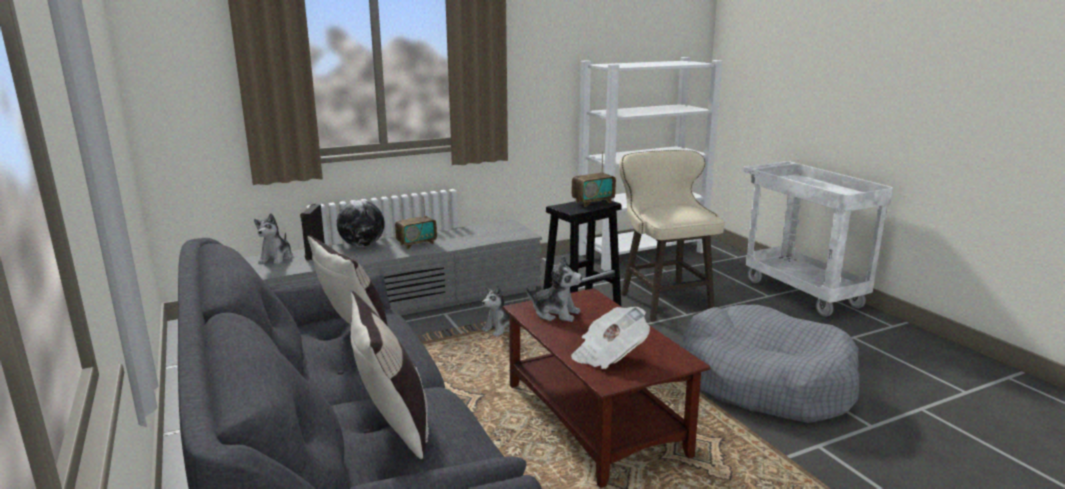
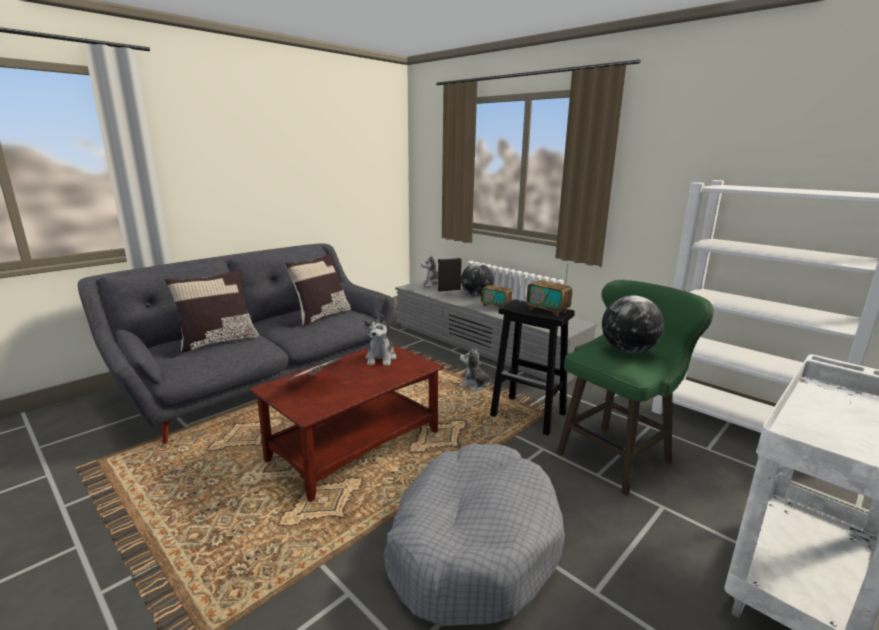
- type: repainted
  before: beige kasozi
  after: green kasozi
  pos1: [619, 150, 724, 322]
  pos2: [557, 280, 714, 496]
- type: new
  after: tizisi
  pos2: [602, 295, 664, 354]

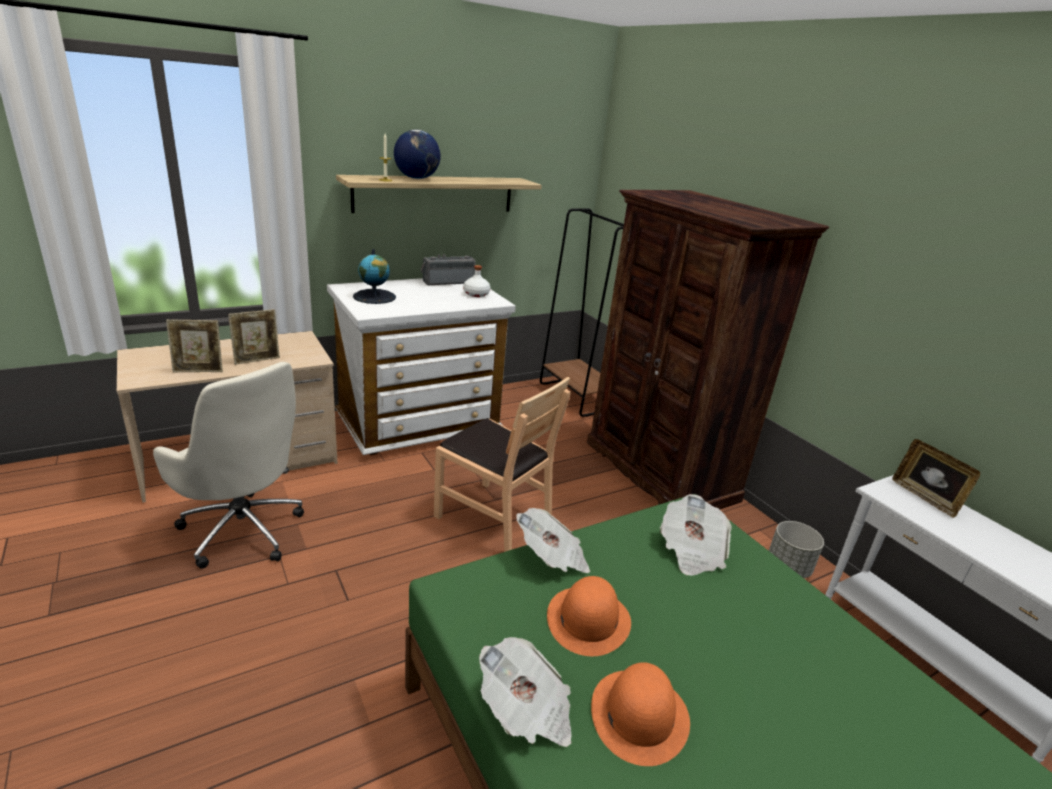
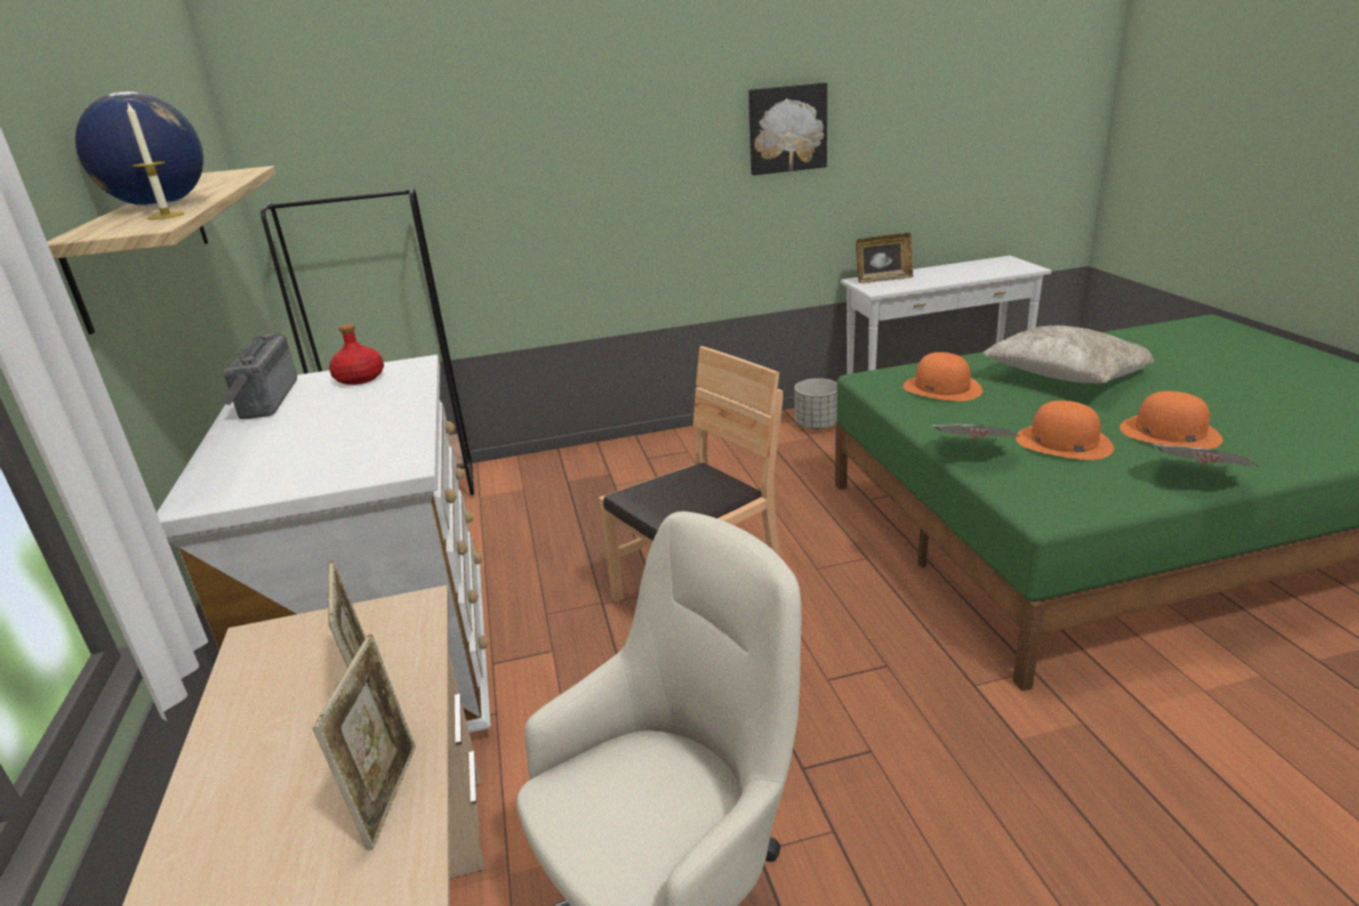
- type: gone
  before: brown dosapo
  pos1: [587, 190, 829, 510]
- type: gone
  before: tizisi
  pos1: [353, 249, 396, 304]
- type: repainted
  before: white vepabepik
  after: red vepabepik
  pos1: [463, 265, 491, 297]
  pos2: [329, 324, 384, 385]
- type: swapped
  before: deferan
  after: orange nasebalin
  pos1: [660, 494, 732, 575]
  pos2: [903, 352, 983, 401]
- type: new
  after: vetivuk
  pos2: [749, 83, 827, 175]
- type: new
  after: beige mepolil
  pos2: [983, 325, 1154, 383]

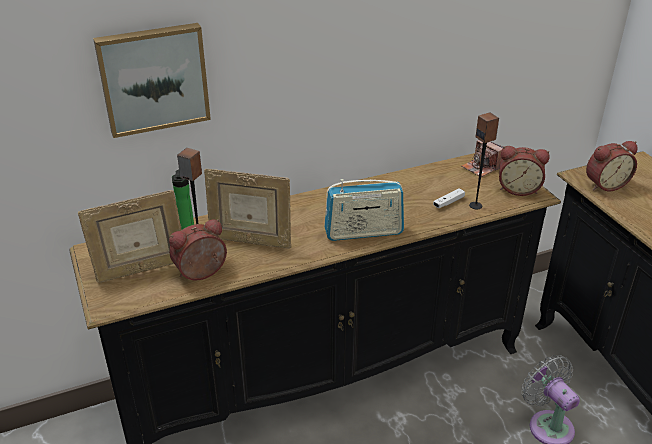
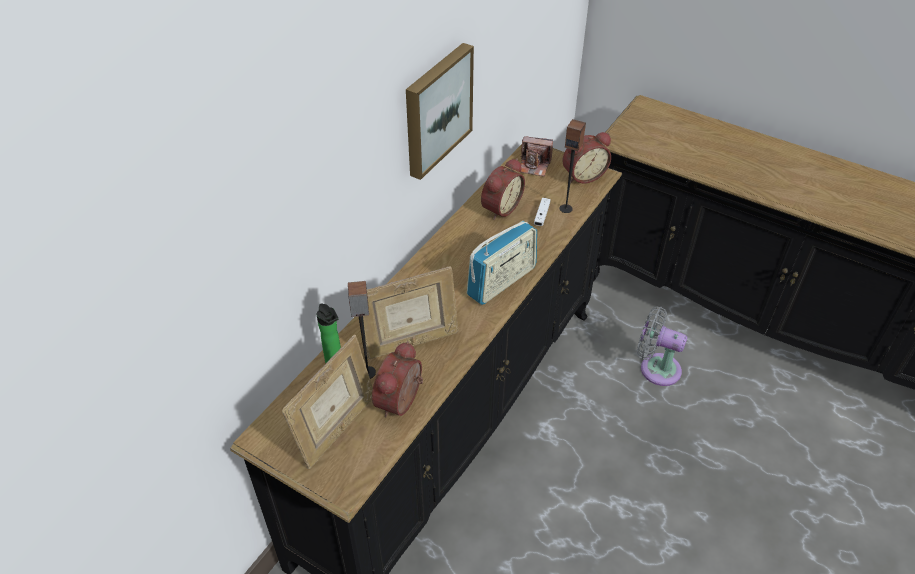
- type: shifted
  before: vetivuk
  pos1: [93, 23, 211, 138]
  pos2: [406, 43, 474, 180]
- type: shifted
  before: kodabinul
  pos1: [586, 141, 638, 191]
  pos2: [481, 158, 525, 220]

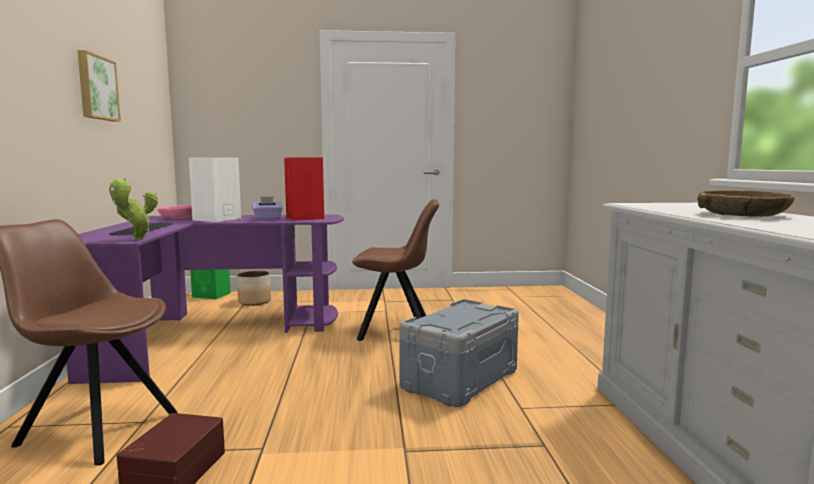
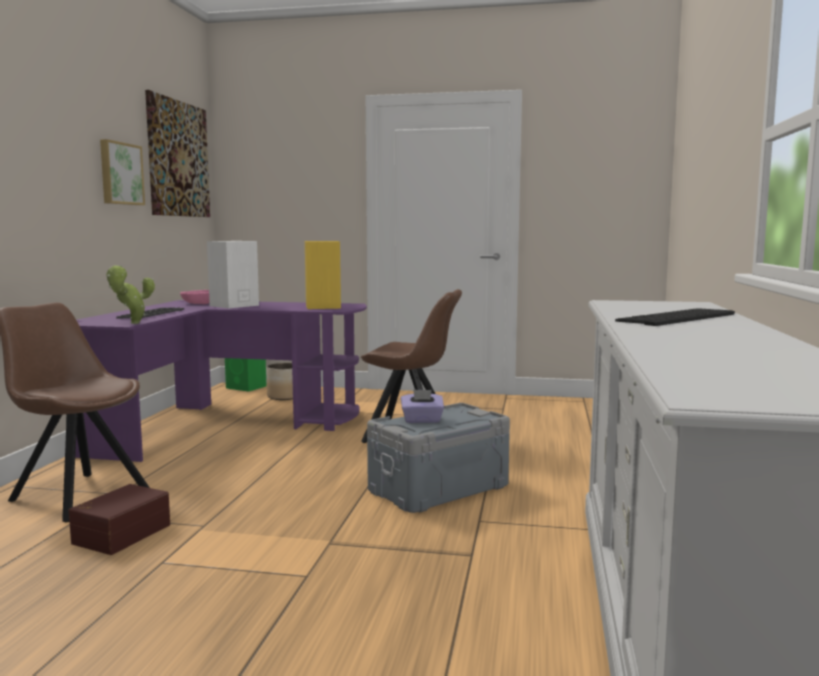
- type: repainted
  before: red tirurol
  after: yellow tirurol
  pos1: [284, 158, 324, 221]
  pos2: [305, 241, 341, 309]
- type: swapped
  before: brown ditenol
  after: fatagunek
  pos1: [698, 190, 795, 217]
  pos2: [615, 308, 735, 326]
- type: shifted
  before: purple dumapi
  pos1: [252, 196, 283, 220]
  pos2: [401, 389, 444, 423]
- type: new
  after: vetivuk
  pos2: [145, 90, 210, 217]

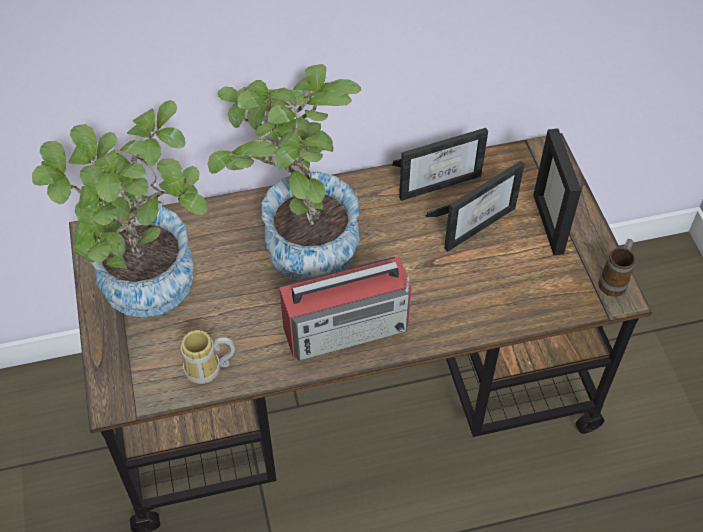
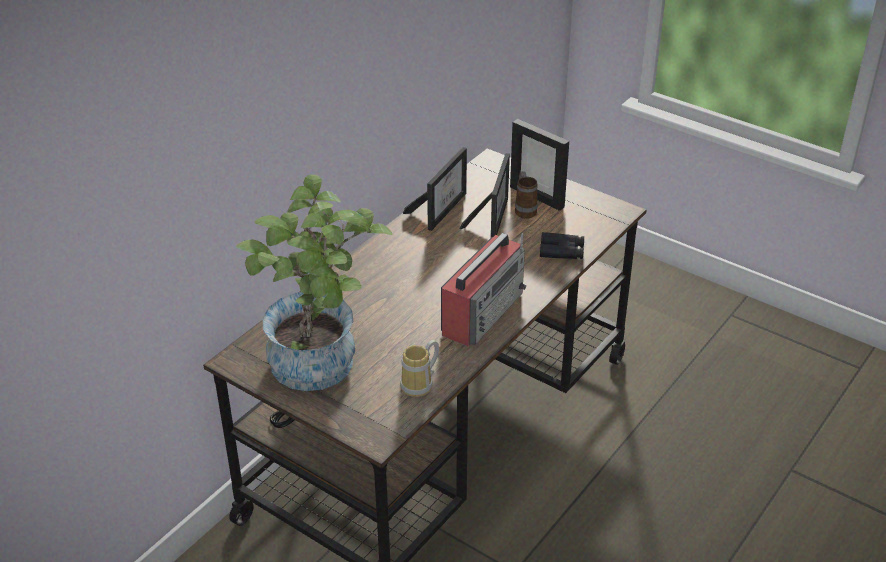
- type: gone
  before: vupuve
  pos1: [208, 64, 361, 281]
- type: shifted
  before: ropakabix
  pos1: [598, 239, 635, 297]
  pos2: [515, 171, 538, 219]
- type: new
  after: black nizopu
  pos2: [540, 232, 584, 259]

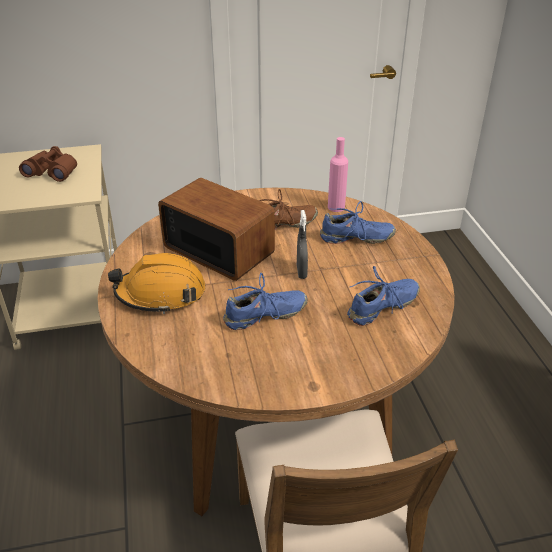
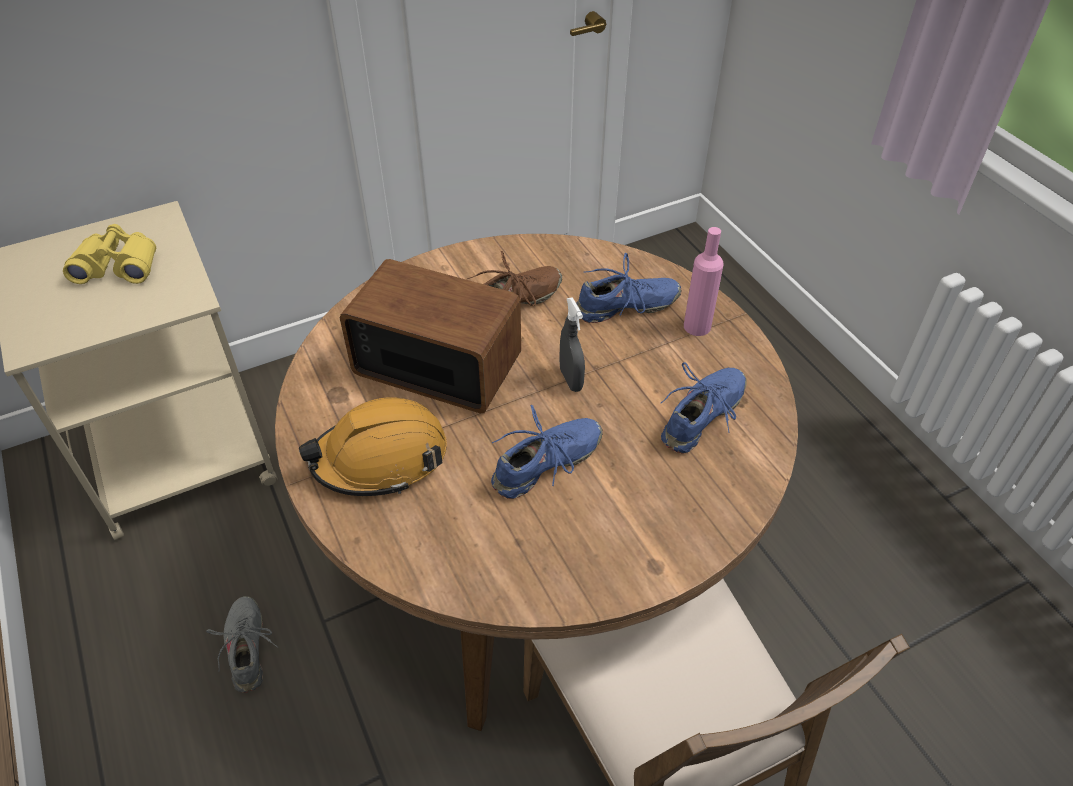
- type: shifted
  before: pink vepabepik
  pos1: [328, 137, 348, 212]
  pos2: [684, 227, 724, 336]
- type: repainted
  before: brown nizopu
  after: yellow nizopu
  pos1: [19, 146, 77, 182]
  pos2: [63, 224, 156, 284]
- type: new
  after: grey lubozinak
  pos2: [206, 596, 278, 693]

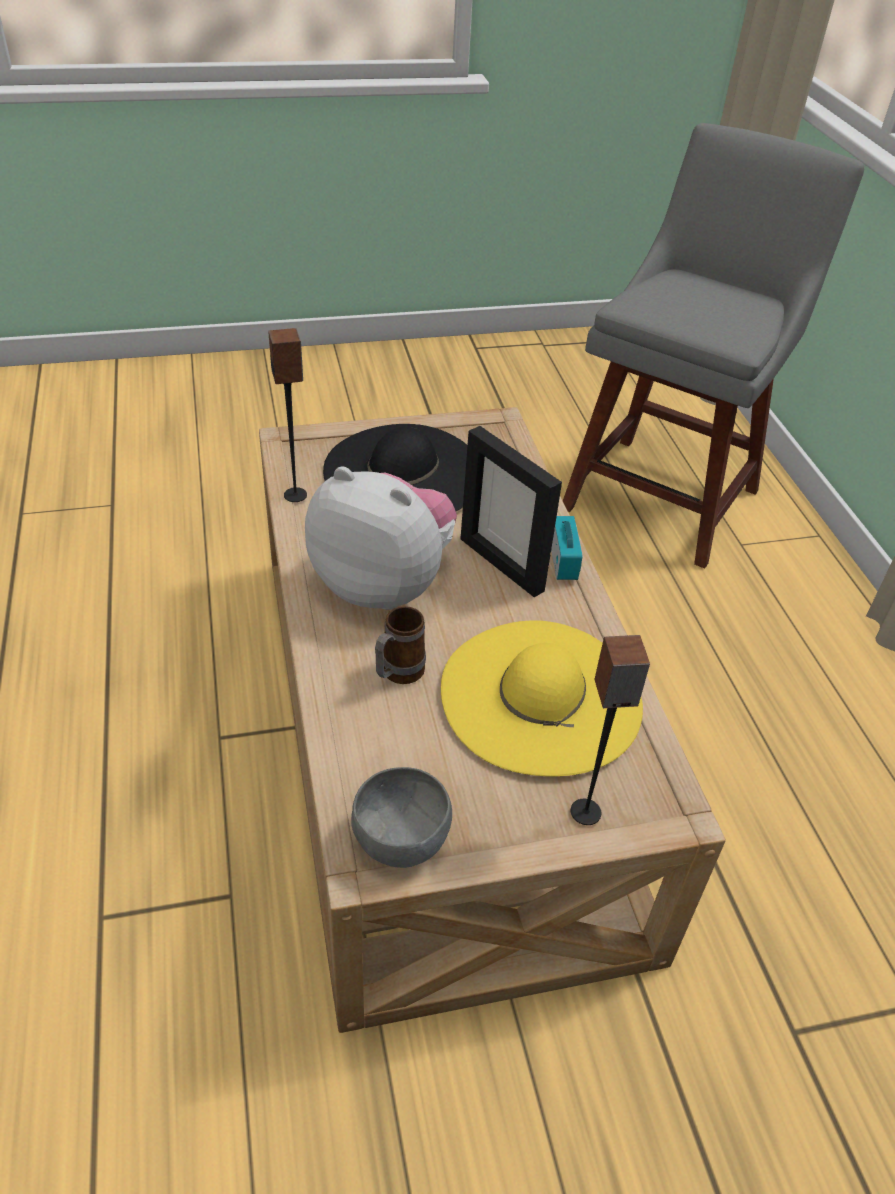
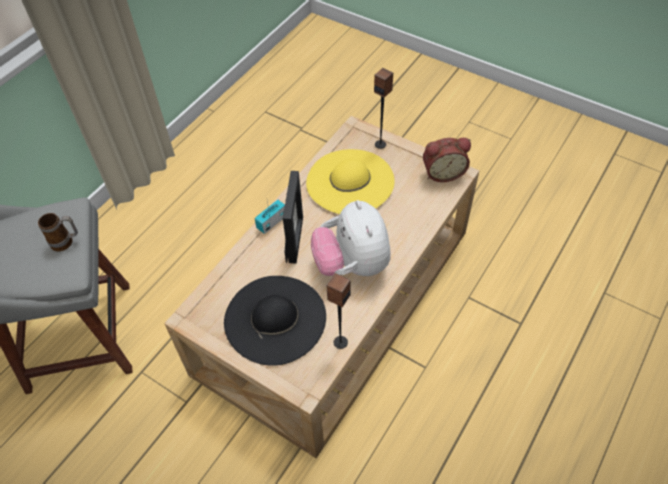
- type: shifted
  before: ropakabix
  pos1: [375, 606, 426, 684]
  pos2: [38, 213, 78, 251]
- type: swapped
  before: grey ditenol
  after: kodabinul
  pos1: [351, 767, 452, 868]
  pos2: [423, 138, 471, 182]

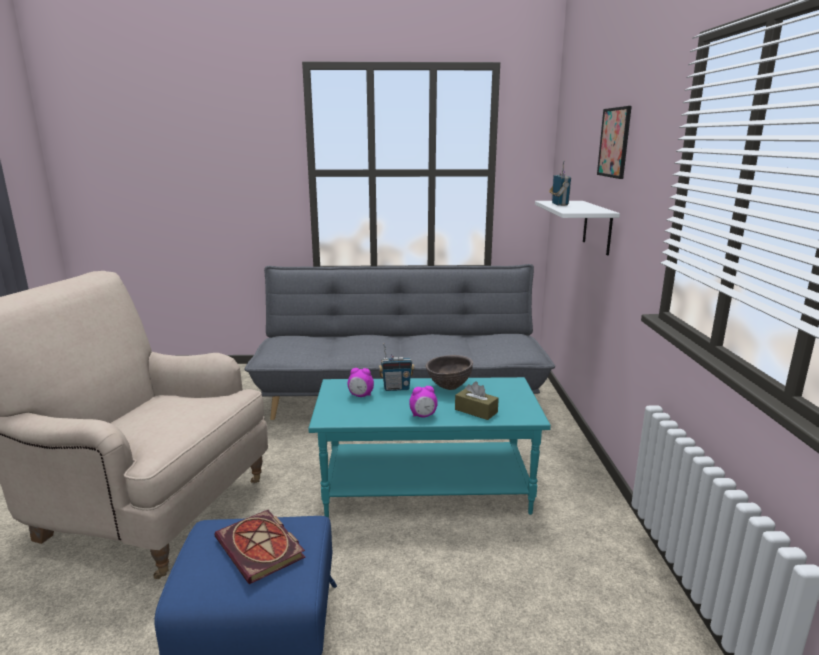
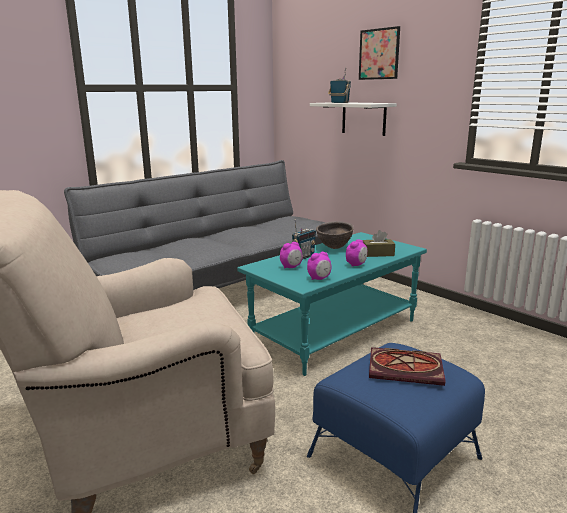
- type: new
  after: kodabinul
  pos2: [307, 252, 332, 280]

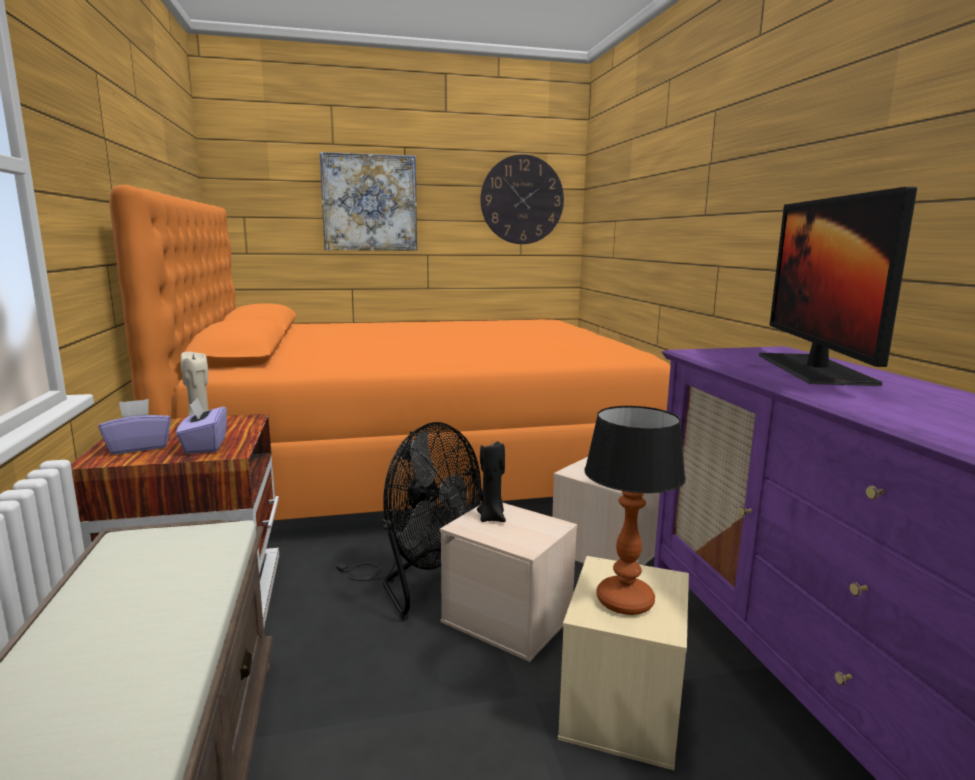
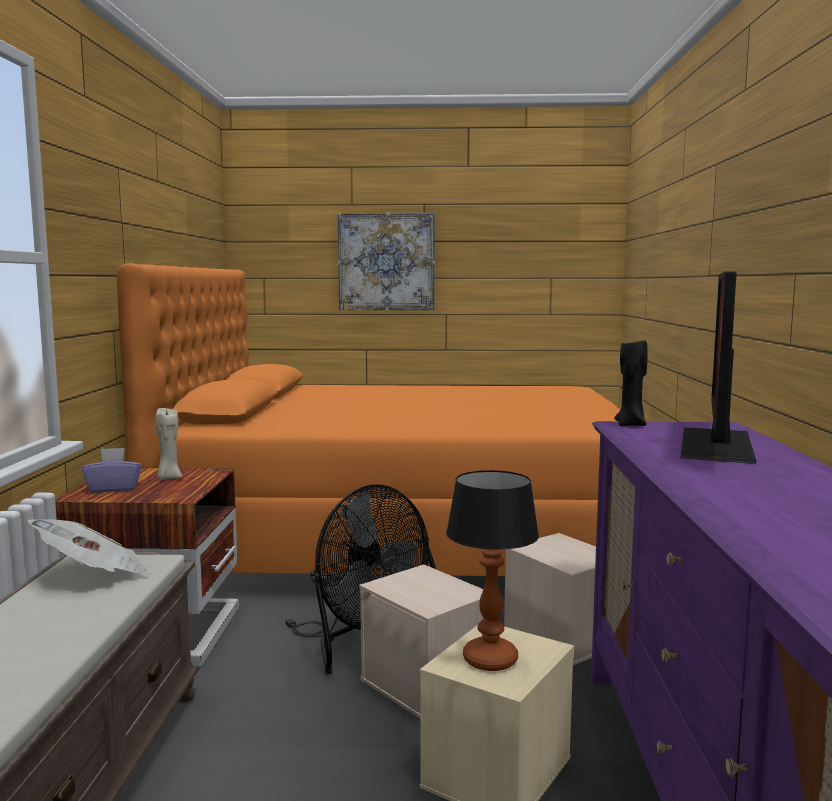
- type: gone
  before: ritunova
  pos1: [481, 154, 564, 244]
- type: gone
  before: purple dumapi
  pos1: [176, 398, 227, 454]
- type: shifted
  before: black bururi
  pos1: [477, 439, 506, 522]
  pos2: [614, 340, 648, 426]
- type: new
  after: deferan
  pos2: [28, 519, 152, 574]

